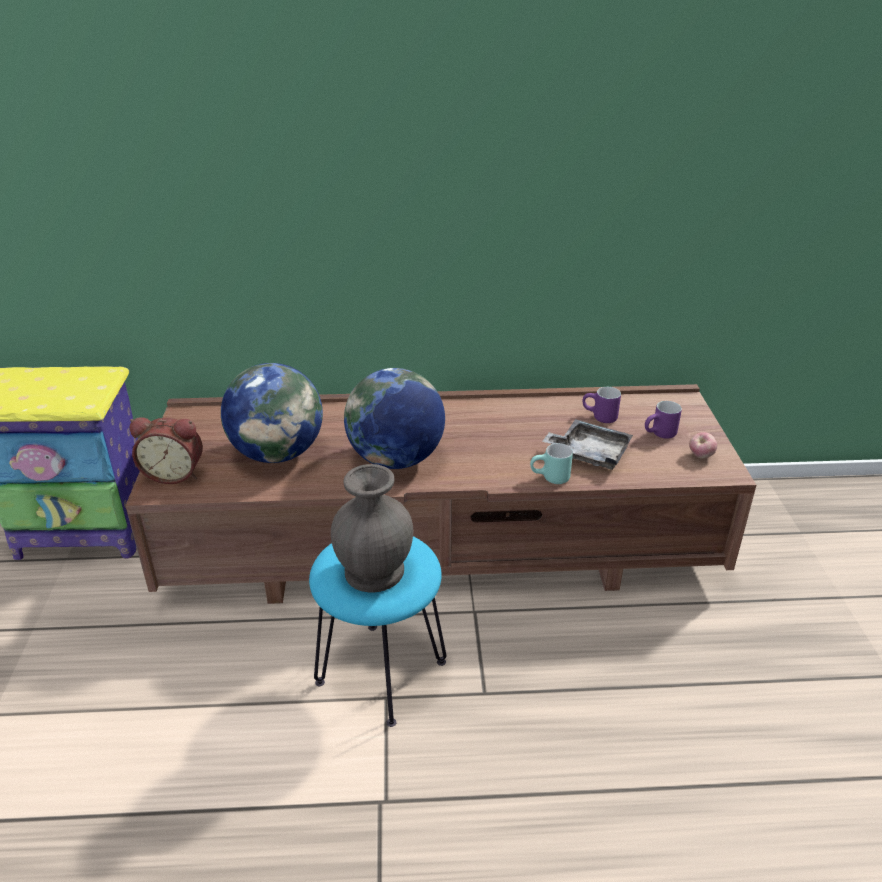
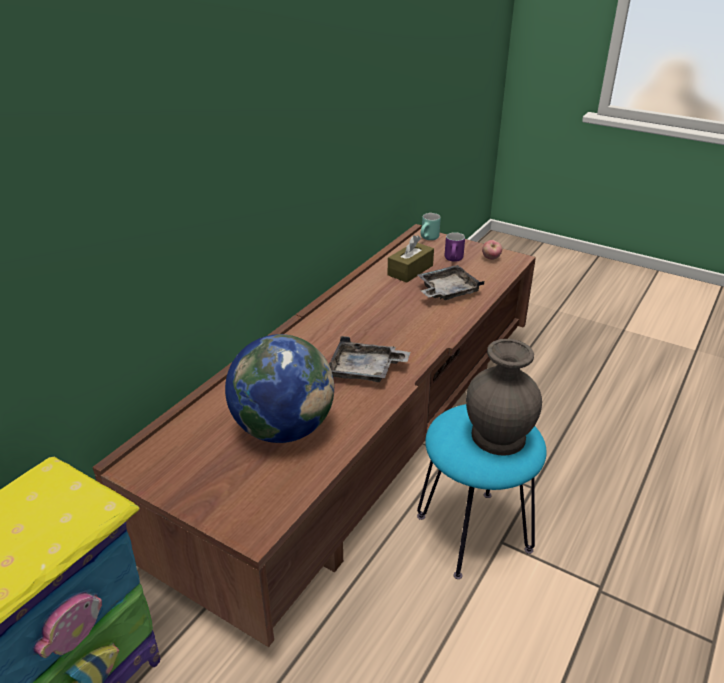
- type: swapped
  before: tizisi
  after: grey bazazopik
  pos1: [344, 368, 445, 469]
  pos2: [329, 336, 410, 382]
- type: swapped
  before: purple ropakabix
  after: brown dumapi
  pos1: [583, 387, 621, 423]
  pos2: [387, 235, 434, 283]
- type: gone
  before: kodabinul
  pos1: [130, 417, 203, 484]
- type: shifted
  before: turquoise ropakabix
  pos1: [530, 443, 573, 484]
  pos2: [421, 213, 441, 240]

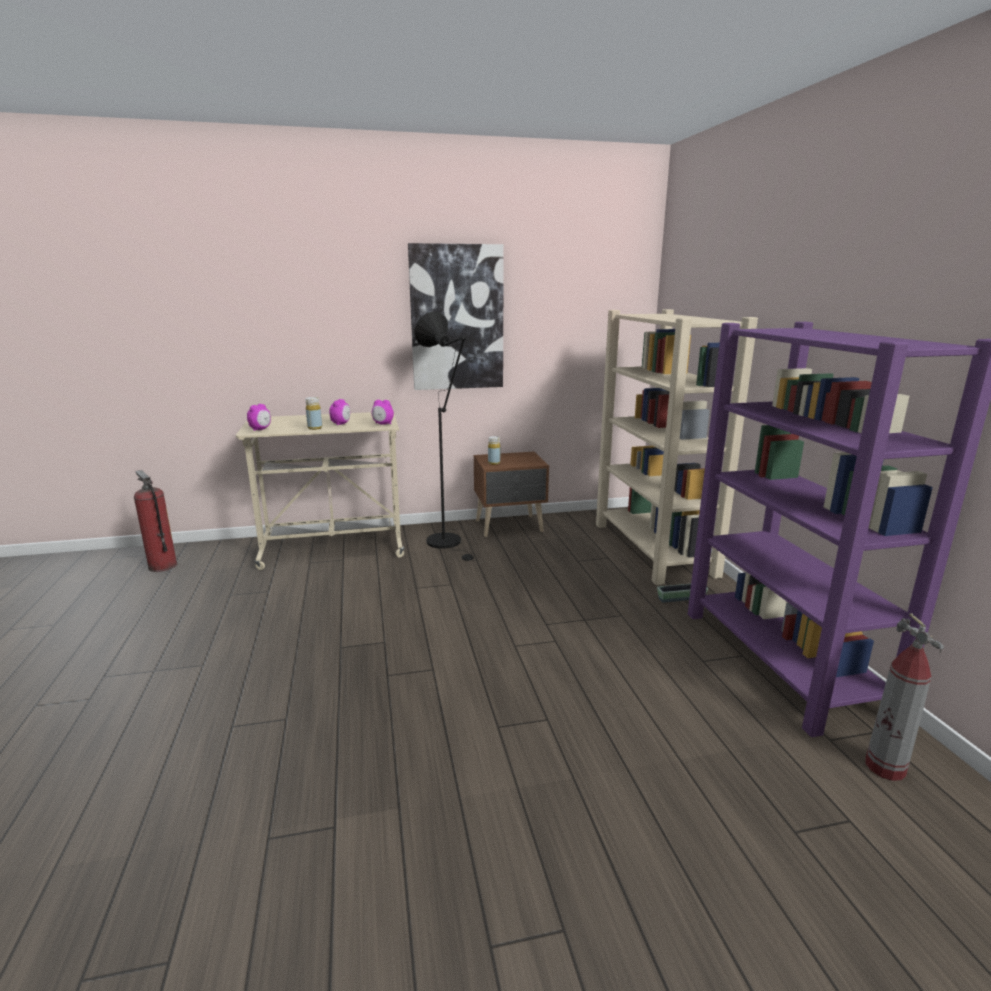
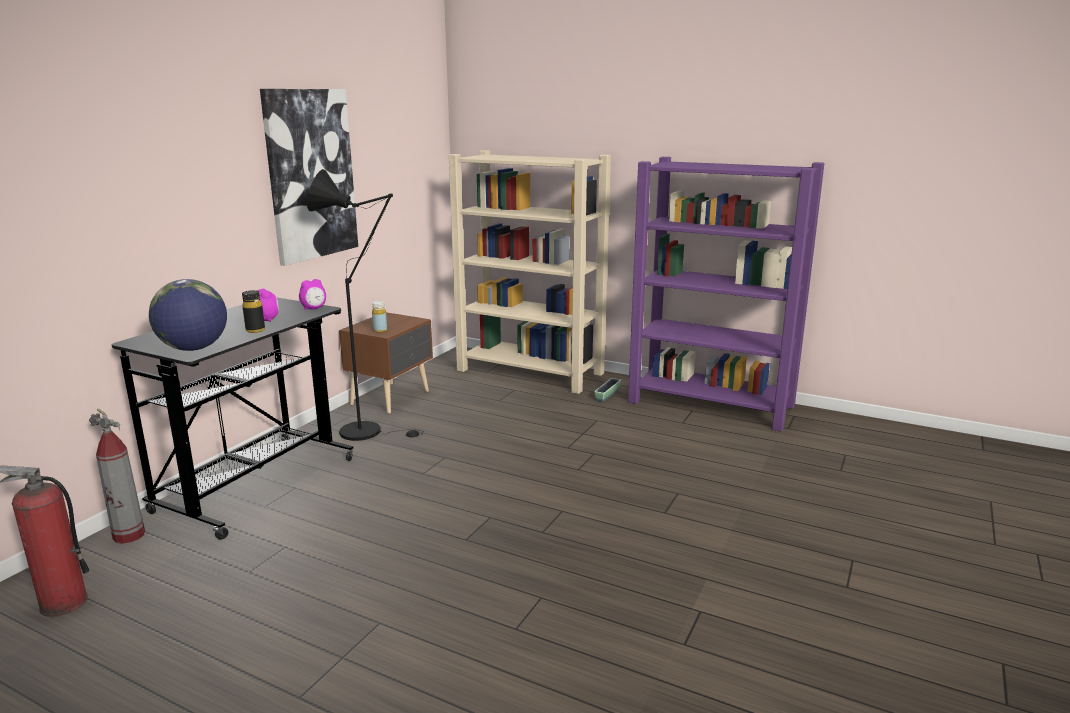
- type: repainted
  before: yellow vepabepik
  after: black vepabepik
  pos1: [306, 397, 322, 430]
  pos2: [242, 290, 265, 333]
- type: swapped
  before: kodabinul
  after: tizisi
  pos1: [247, 404, 271, 431]
  pos2: [149, 279, 227, 351]
- type: repainted
  before: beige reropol
  after: black reropol
  pos1: [236, 412, 404, 570]
  pos2: [112, 298, 353, 540]
- type: shifted
  before: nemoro
  pos1: [865, 613, 944, 781]
  pos2: [89, 409, 145, 544]

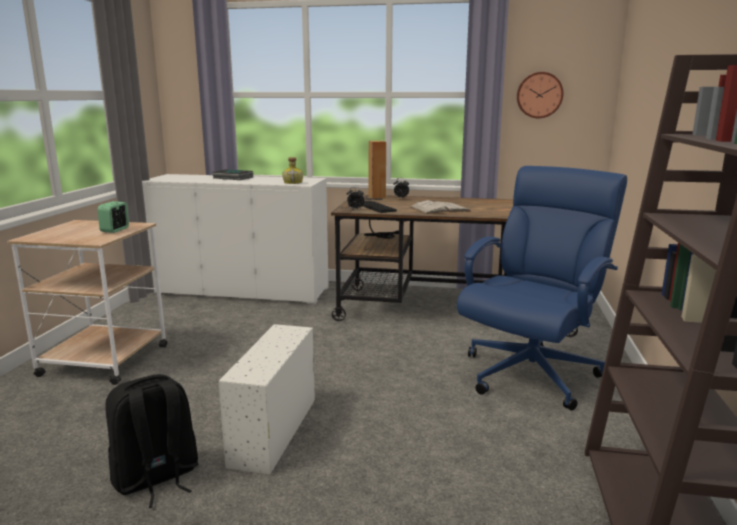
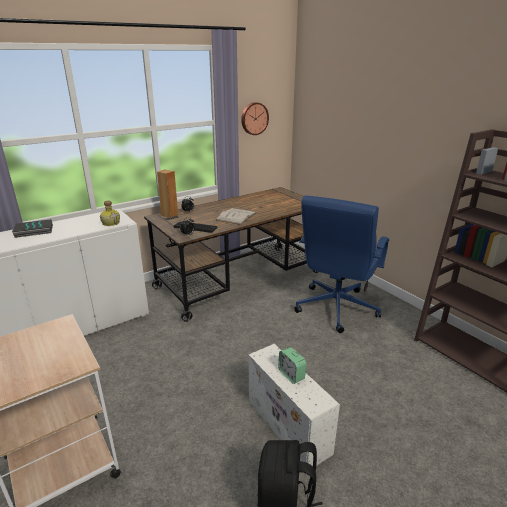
- type: rotated
  before: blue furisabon
  pos1: [457, 166, 627, 411]
  pos2: [294, 195, 389, 333]
  turn: -150
- type: shifted
  before: kodabinul
  pos1: [98, 201, 129, 233]
  pos2: [278, 347, 307, 384]

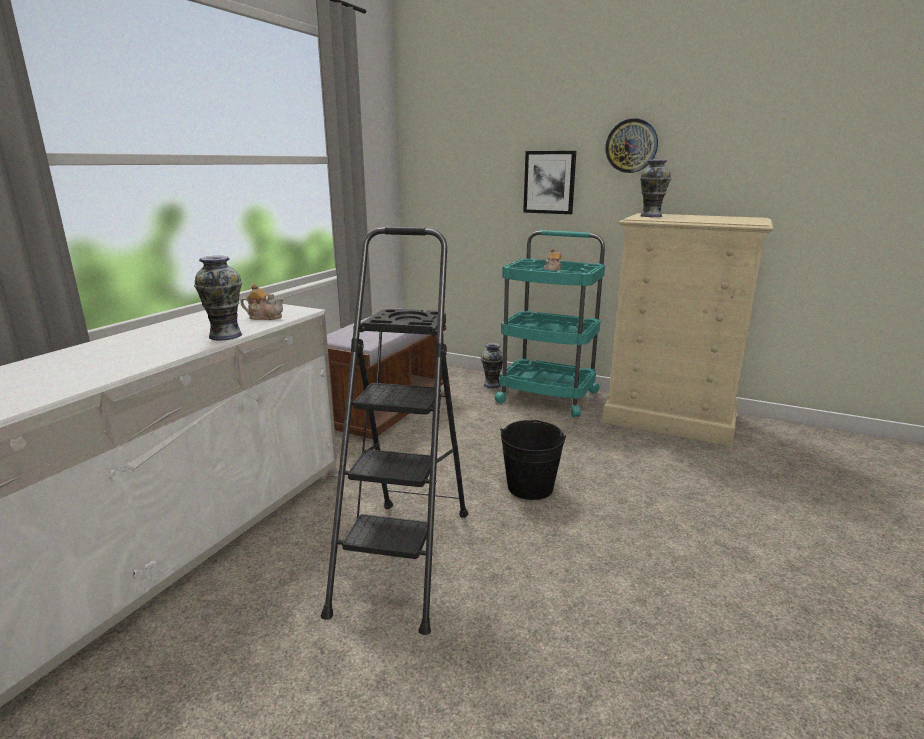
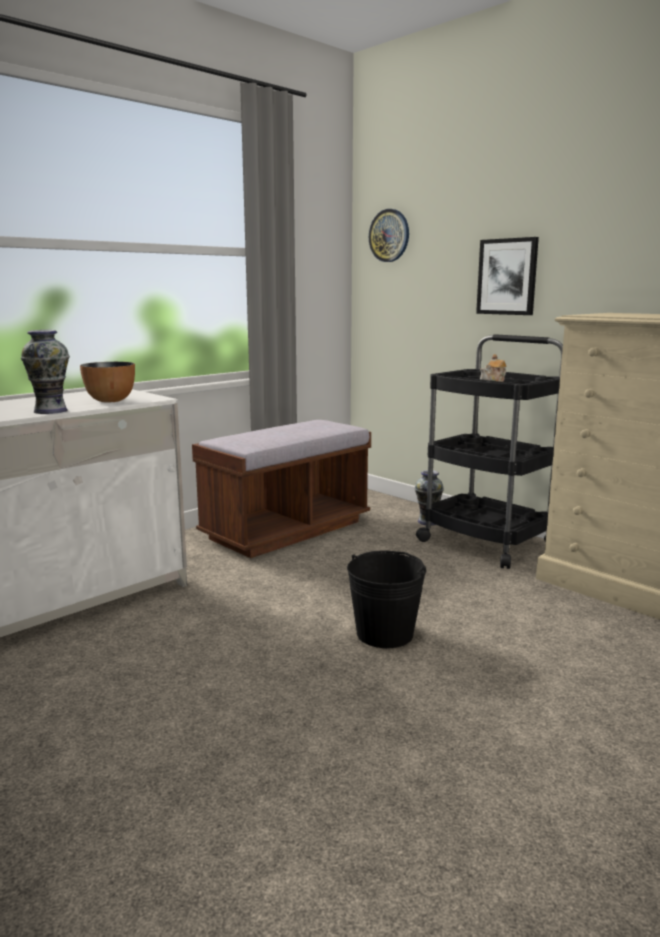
- type: shifted
  before: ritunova
  pos1: [605, 118, 658, 173]
  pos2: [369, 209, 409, 262]
- type: gone
  before: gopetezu
  pos1: [640, 160, 671, 217]
- type: gone
  before: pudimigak
  pos1: [321, 226, 469, 635]
- type: repainted
  before: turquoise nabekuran
  after: black nabekuran
  pos1: [495, 230, 605, 417]
  pos2: [416, 334, 563, 569]
- type: swapped
  before: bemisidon
  after: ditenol
  pos1: [240, 284, 284, 320]
  pos2: [80, 362, 135, 402]

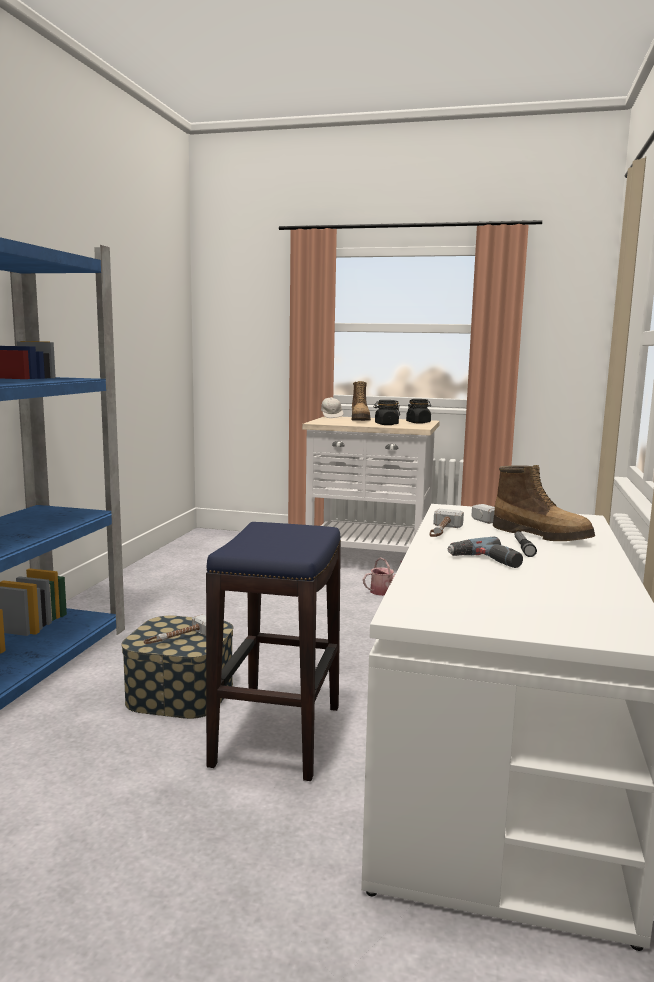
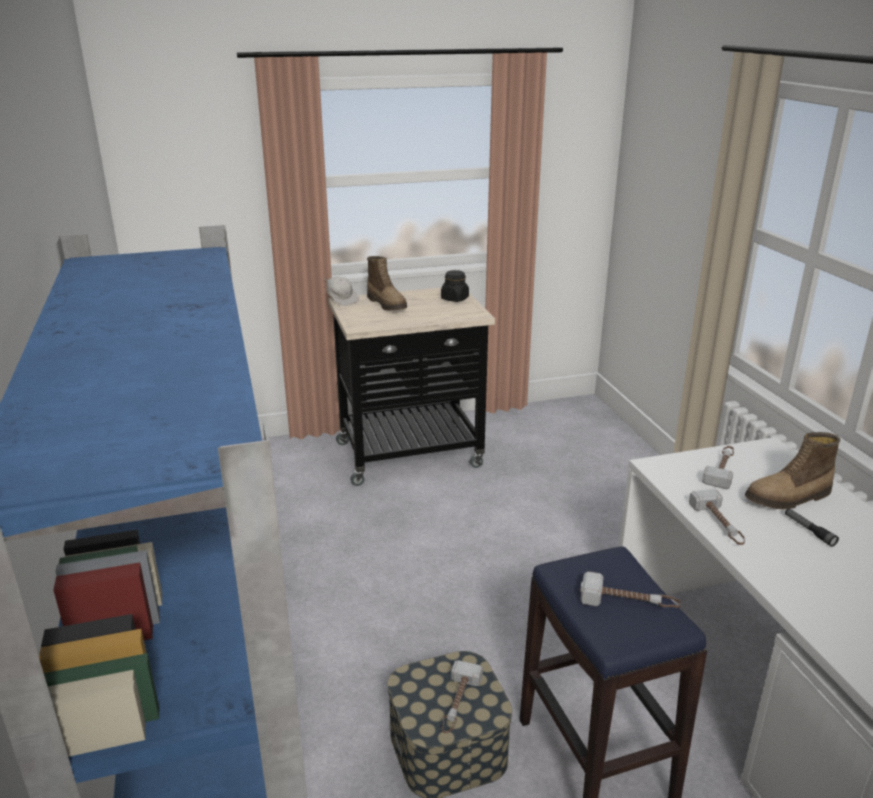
- type: gone
  before: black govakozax
  pos1: [374, 400, 400, 425]
- type: repainted
  before: white nabekuran
  after: black nabekuran
  pos1: [302, 416, 440, 553]
  pos2: [328, 287, 495, 486]
- type: rotated
  before: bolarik
  pos1: [493, 465, 595, 541]
  pos2: [745, 432, 840, 509]
  turn: 150
- type: gone
  before: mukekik
  pos1: [447, 537, 523, 568]
- type: gone
  before: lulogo
  pos1: [363, 557, 402, 596]
- type: new
  after: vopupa
  pos2: [580, 571, 681, 608]

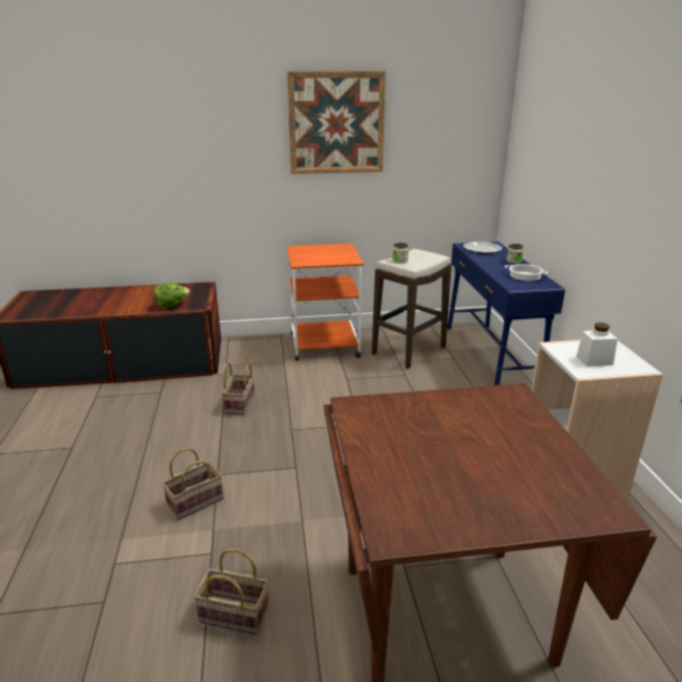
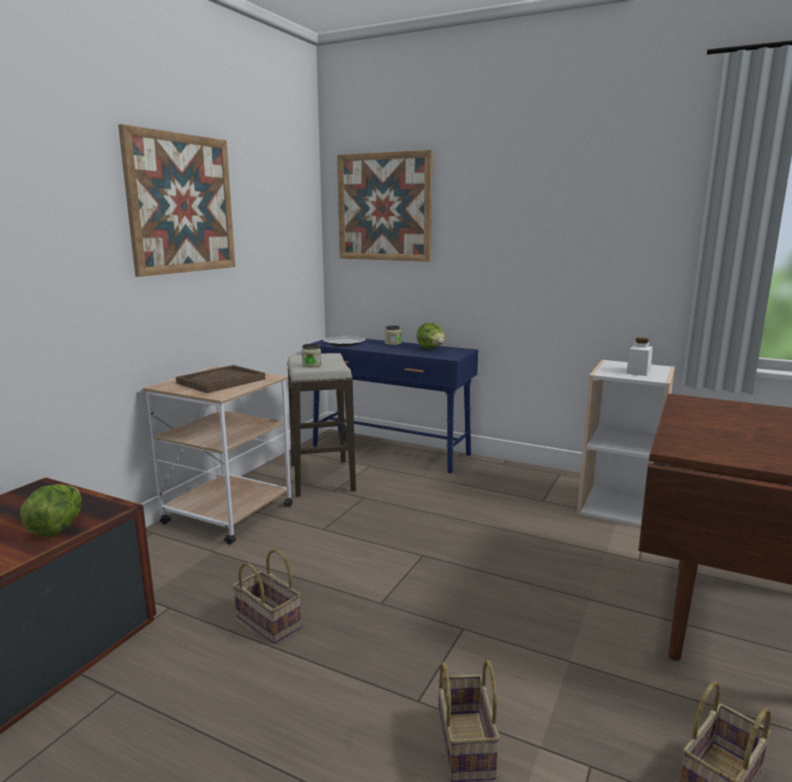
- type: repainted
  before: orange nabekuran
  after: beige nabekuran
  pos1: [287, 243, 364, 361]
  pos2: [142, 366, 293, 544]
- type: swapped
  before: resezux
  after: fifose
  pos1: [505, 264, 548, 281]
  pos2: [417, 323, 445, 349]
- type: new
  after: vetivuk
  pos2: [337, 150, 433, 262]
- type: new
  after: brown bazazopik
  pos2: [176, 365, 265, 393]

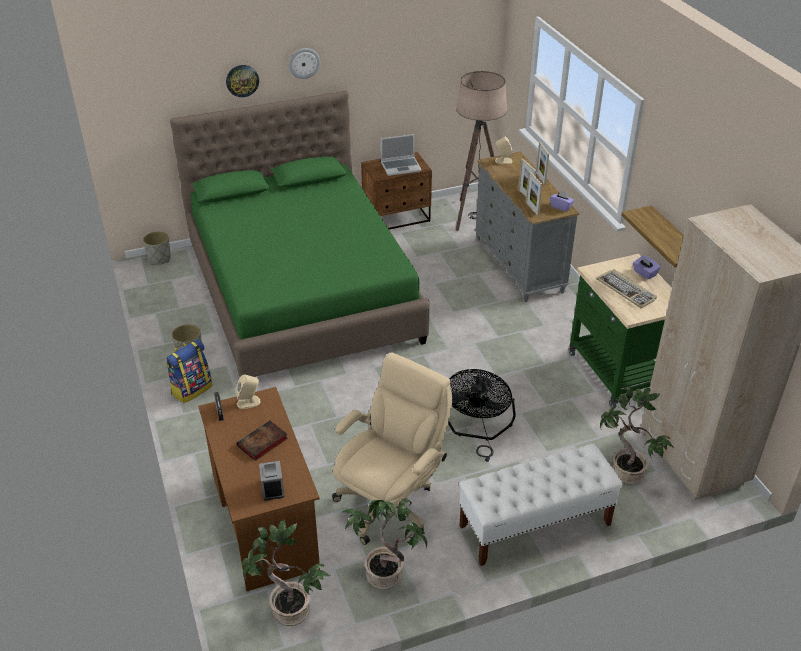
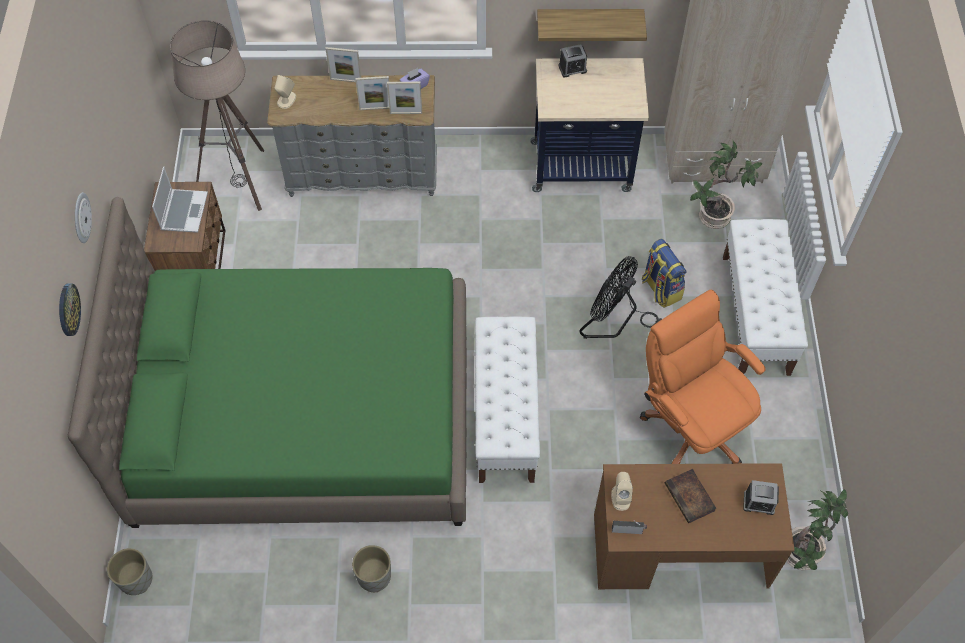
- type: repainted
  before: green nabekuran
  after: blue nabekuran
  pos1: [569, 254, 672, 408]
  pos2: [531, 58, 649, 192]
- type: swapped
  before: purple dumapi
  after: kodabinul
  pos1: [633, 255, 661, 279]
  pos2: [558, 44, 587, 78]
- type: gone
  before: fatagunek
  pos1: [596, 269, 657, 308]
- type: shifted
  before: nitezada
  pos1: [166, 339, 212, 403]
  pos2: [642, 239, 687, 308]
- type: repainted
  before: beige furisabon
  after: orange furisabon
  pos1: [332, 353, 452, 545]
  pos2: [640, 290, 766, 464]
- type: gone
  before: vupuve
  pos1: [341, 498, 427, 589]
- type: new
  after: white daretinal
  pos2: [475, 317, 540, 483]

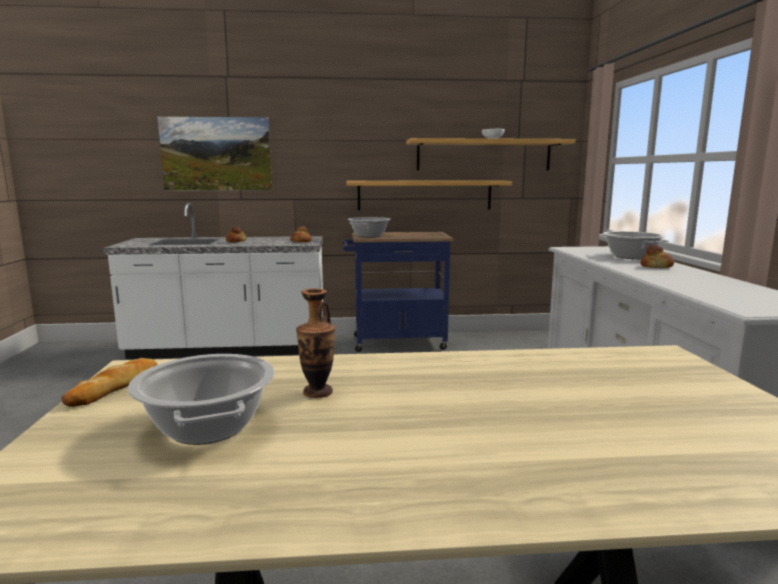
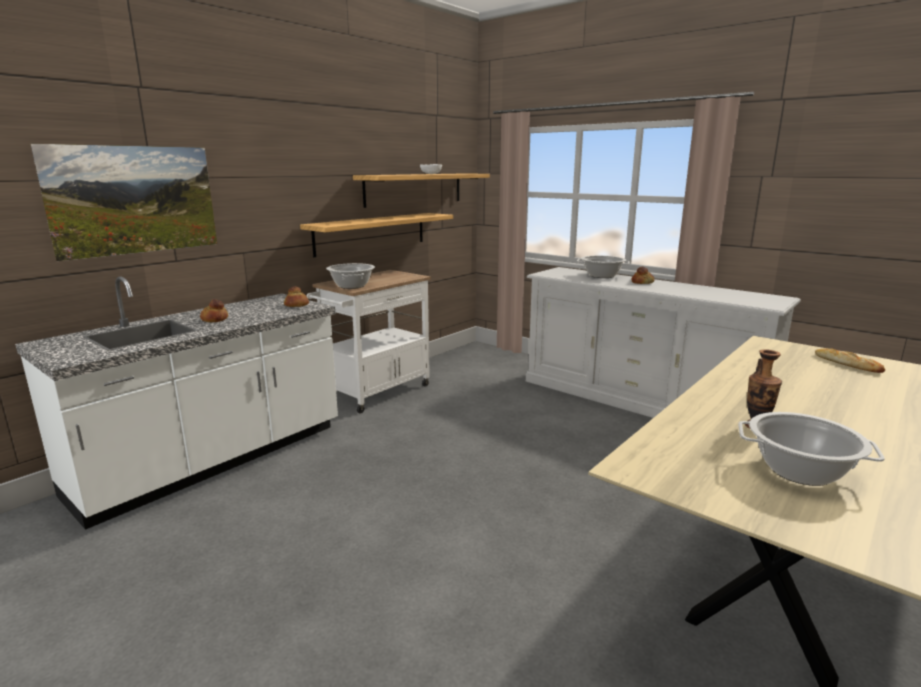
- type: repainted
  before: blue nabekuran
  after: white nabekuran
  pos1: [343, 232, 453, 352]
  pos2: [307, 270, 431, 414]
- type: shifted
  before: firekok
  pos1: [61, 358, 157, 407]
  pos2: [815, 348, 885, 373]

